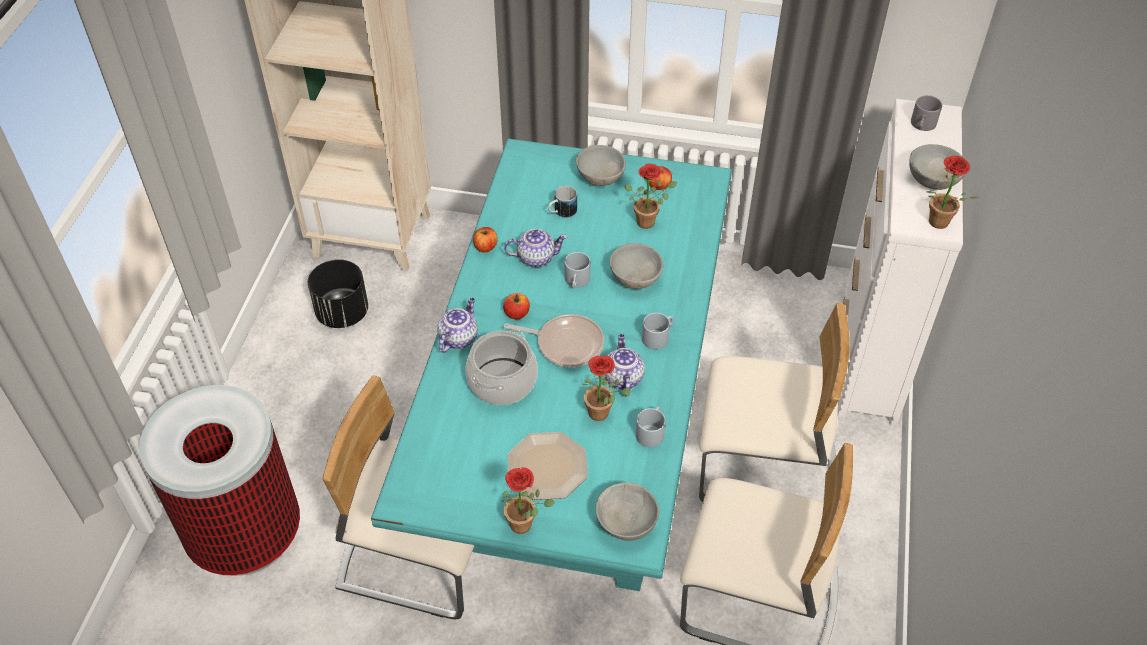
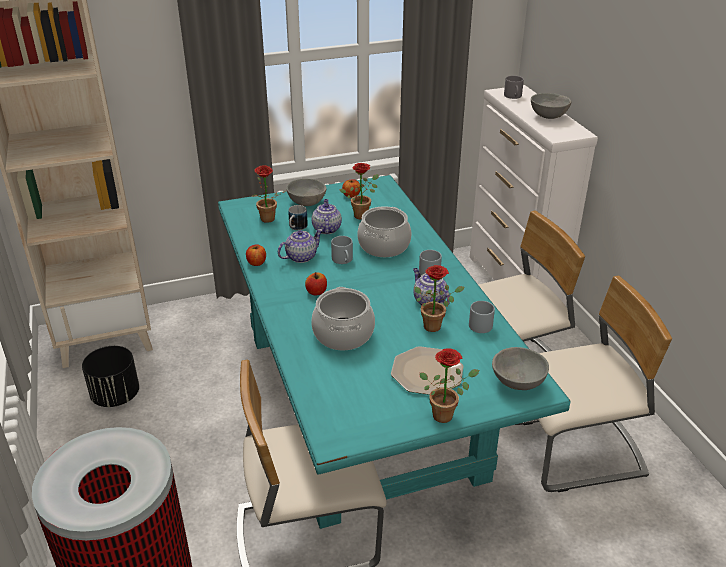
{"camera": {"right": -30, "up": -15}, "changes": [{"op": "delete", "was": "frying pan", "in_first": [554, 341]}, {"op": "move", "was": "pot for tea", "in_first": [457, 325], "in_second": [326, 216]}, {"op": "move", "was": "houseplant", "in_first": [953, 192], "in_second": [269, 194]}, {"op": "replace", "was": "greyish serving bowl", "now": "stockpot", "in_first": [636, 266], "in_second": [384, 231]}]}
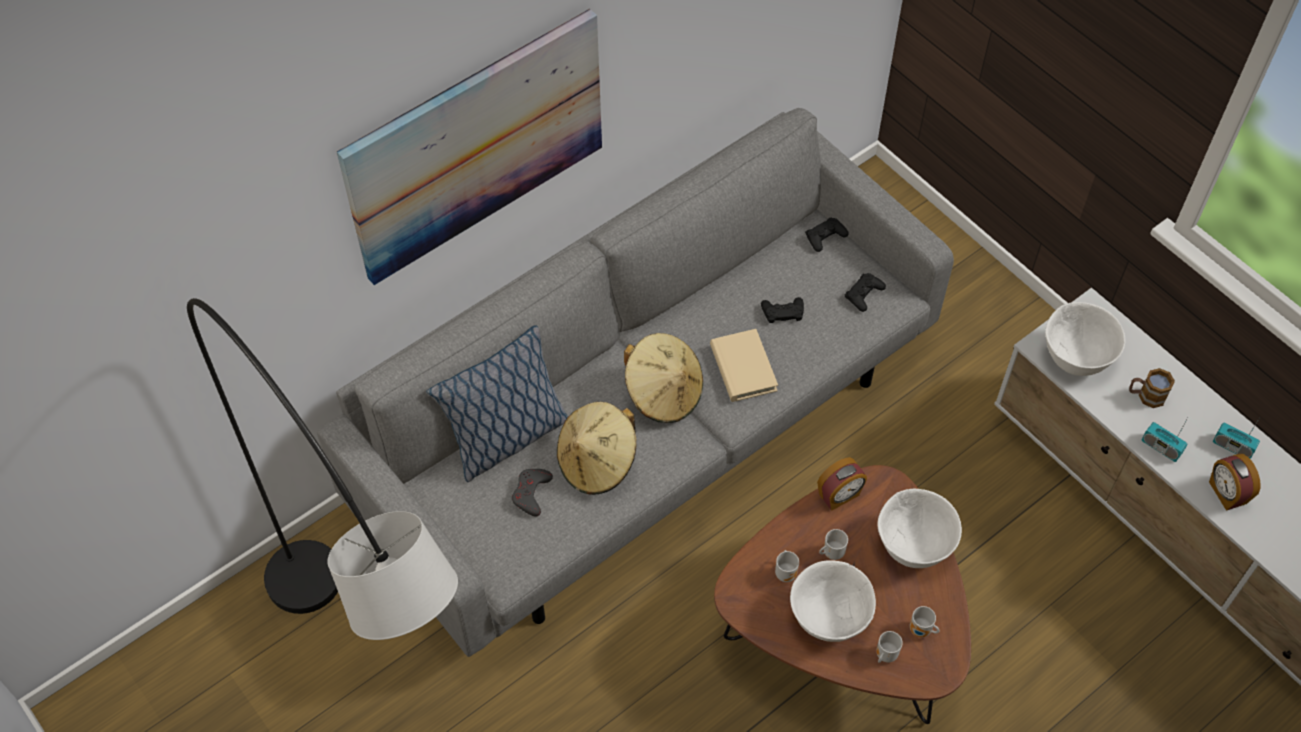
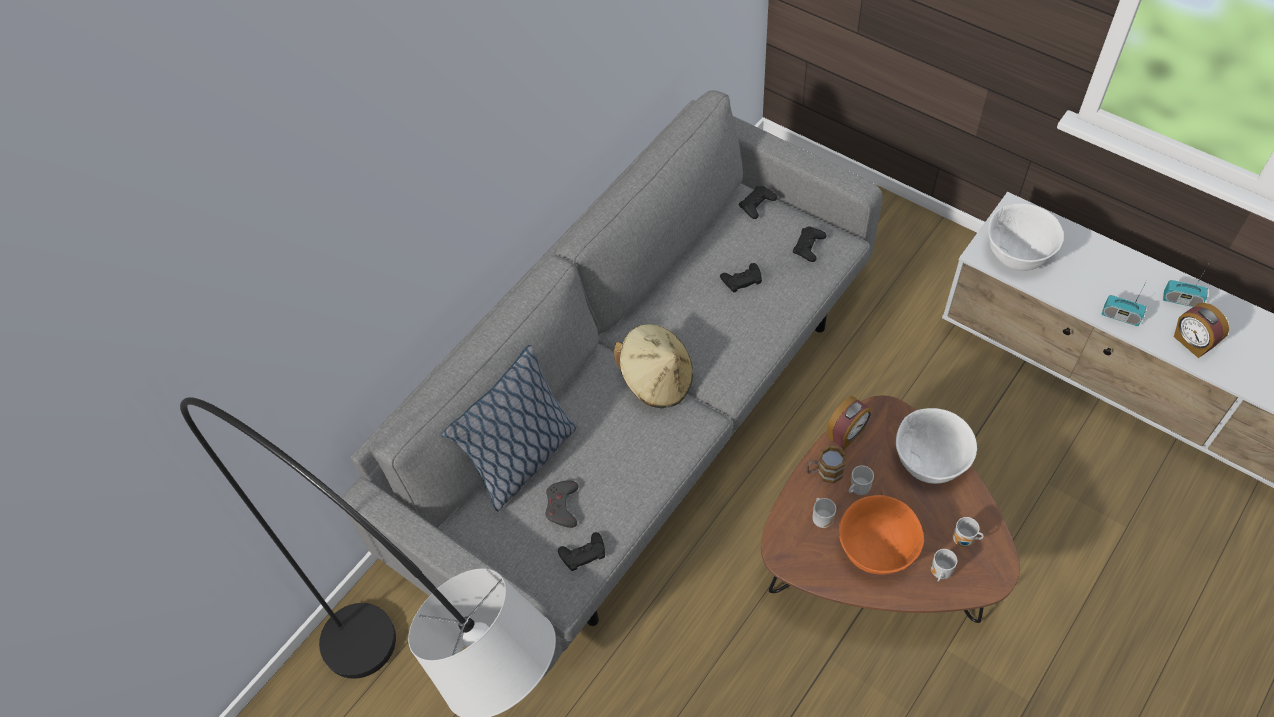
{"camera": {"right": -10, "up": 0}, "changes": [{"op": "delete", "was": "picture", "in_first": [469, 147]}, {"op": "delete", "was": "beige-coloured clothing hat", "in_first": [597, 448]}, {"op": "delete", "was": "beige-coloured bound book", "in_first": [744, 365]}, {"op": "insert", "now": "blackish game controller", "in_second": [581, 551]}, {"op": "move", "was": "coffee mug", "in_first": [1152, 388], "in_second": [826, 464]}, {"op": "recolor", "was": "whitish serving bowl", "now": "orangey serving bowl", "in_first": [833, 601], "in_second": [881, 535]}]}
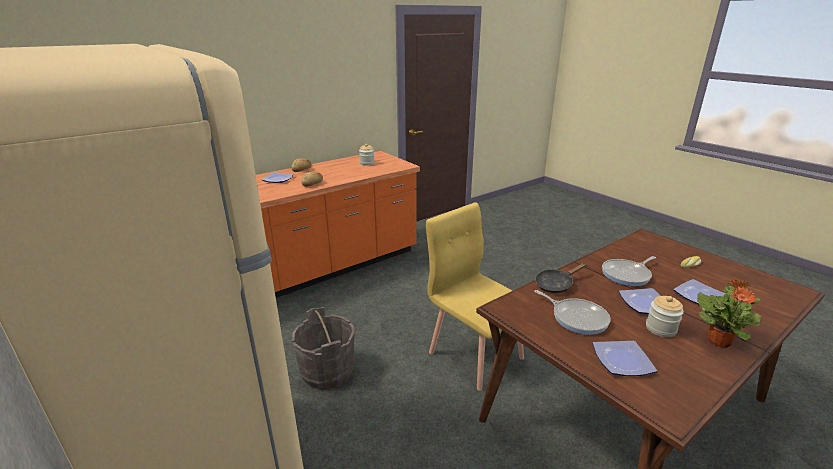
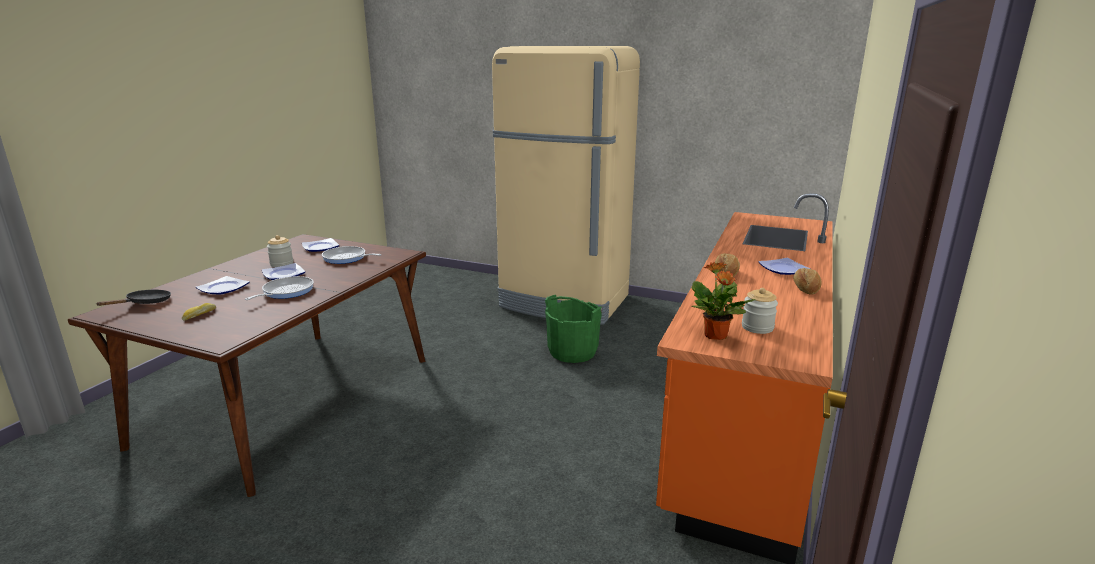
{"camera": {"right": 150, "up": -5}, "changes": [{"op": "delete", "was": "yellow-coloured plain chair", "in_first": [475, 296]}, {"op": "move", "was": "blackish frying pan", "in_first": [561, 277], "in_second": [134, 298]}, {"op": "move", "was": "houseplant", "in_first": [729, 313], "in_second": [724, 301]}, {"op": "recolor", "was": "greyish pail", "now": "green pail", "in_first": [323, 348], "in_second": [573, 329]}]}
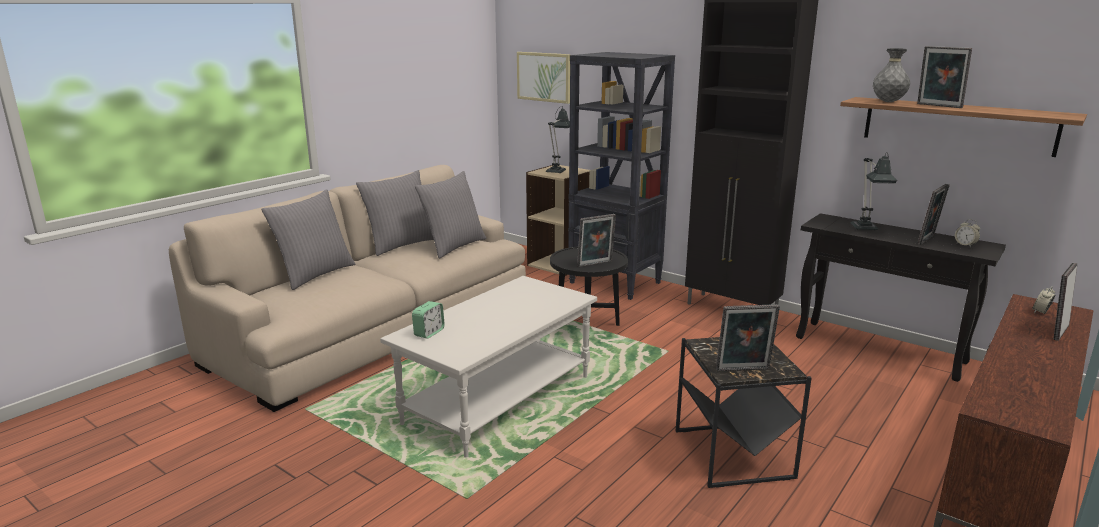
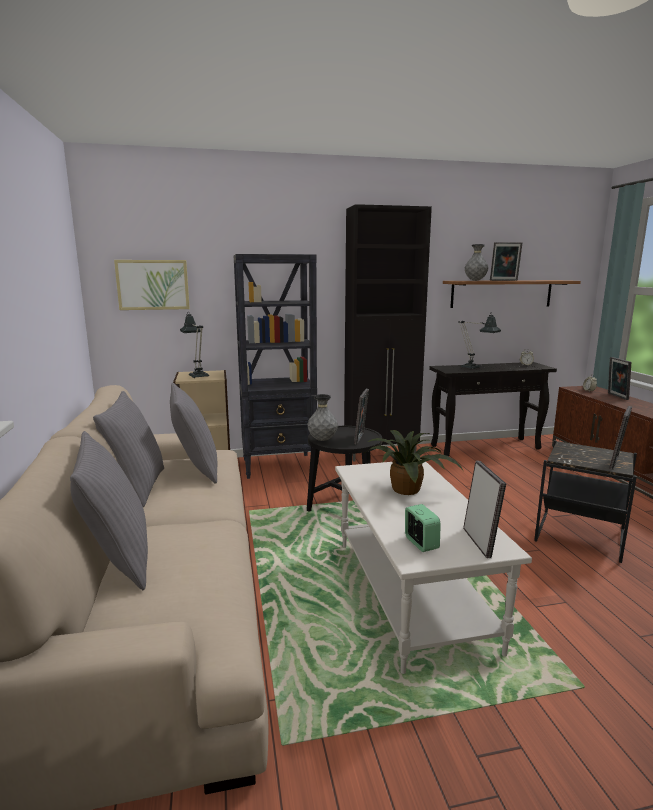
{"camera": {"right": -50, "up": -5}, "changes": [{"op": "insert", "now": "greyish flower vase", "in_second": [323, 417]}, {"op": "insert", "now": "houseplant", "in_second": [414, 462]}, {"op": "move", "was": "picture frame", "in_first": [933, 214], "in_second": [484, 509]}]}
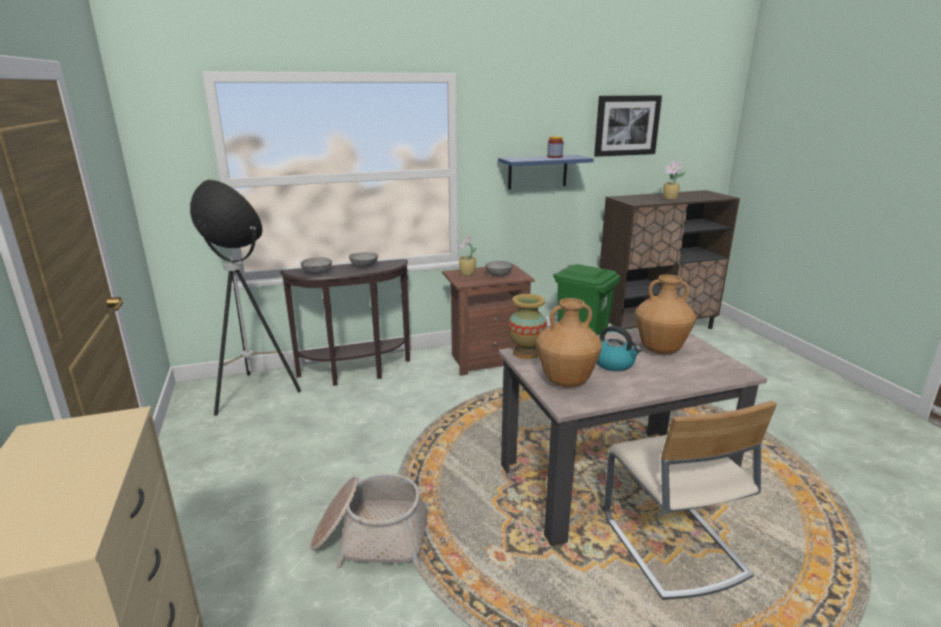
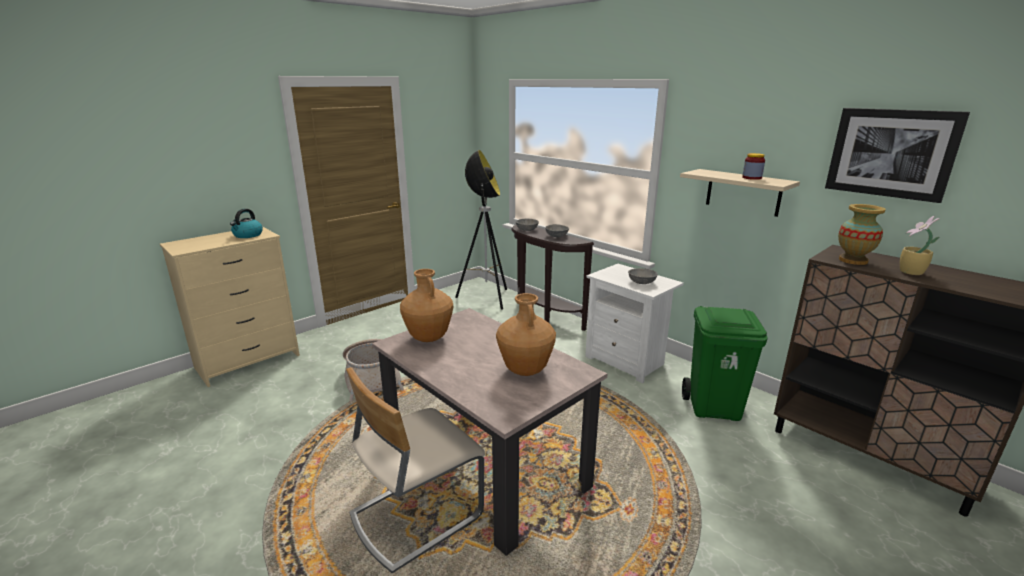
{"camera": {"right": 65, "up": 0}, "changes": [{"op": "delete", "was": "houseplant", "in_first": [467, 255]}, {"op": "move", "was": "flower vase", "in_first": [527, 326], "in_second": [862, 234]}, {"op": "move", "was": "water kettle", "in_first": [619, 348], "in_second": [246, 223]}, {"op": "recolor", "was": "brown nightstand", "now": "whitish nightstand", "in_first": [488, 320], "in_second": [634, 323]}, {"op": "recolor", "was": "bluish wall shelf", "now": "beige-coloured wall shelf", "in_first": [546, 172], "in_second": [740, 193]}]}
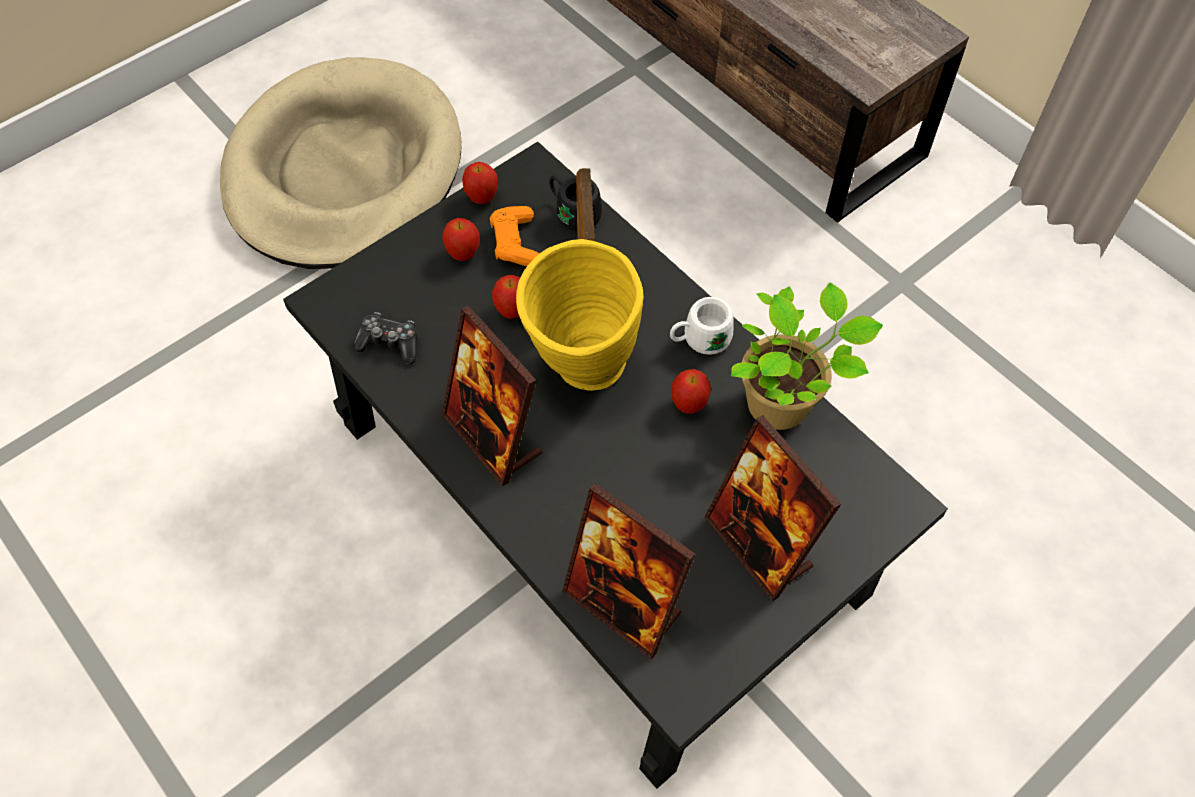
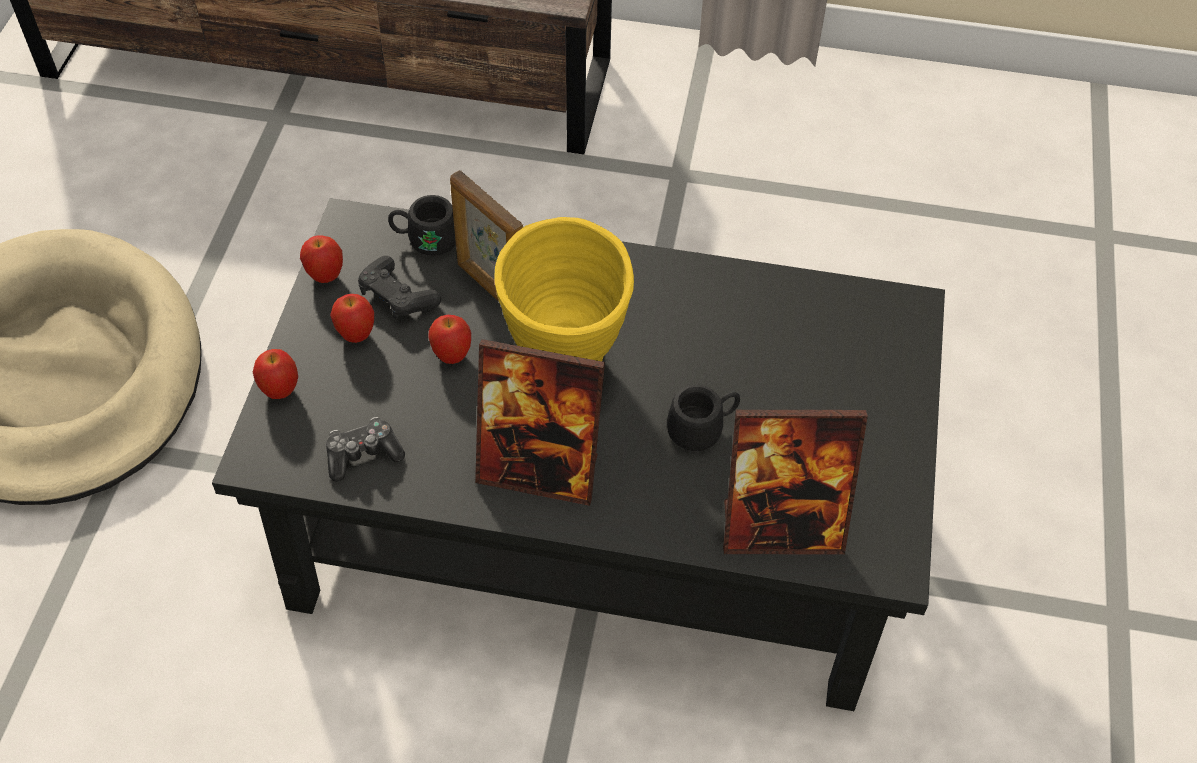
{"camera": {"right": -40, "up": -5}, "changes": [{"op": "delete", "was": "whitish coffee mug", "in_first": [702, 326]}, {"op": "delete", "was": "picture frame", "in_first": [773, 508]}, {"op": "delete", "was": "houseplant", "in_first": [807, 356]}, {"op": "insert", "now": "blackish coffee mug", "in_second": [703, 418]}, {"op": "move", "was": "apple fruit", "in_first": [691, 391], "in_second": [275, 374]}, {"op": "recolor", "was": "orangey game controller", "now": "blackish game controller", "in_first": [514, 236], "in_second": [399, 287]}]}
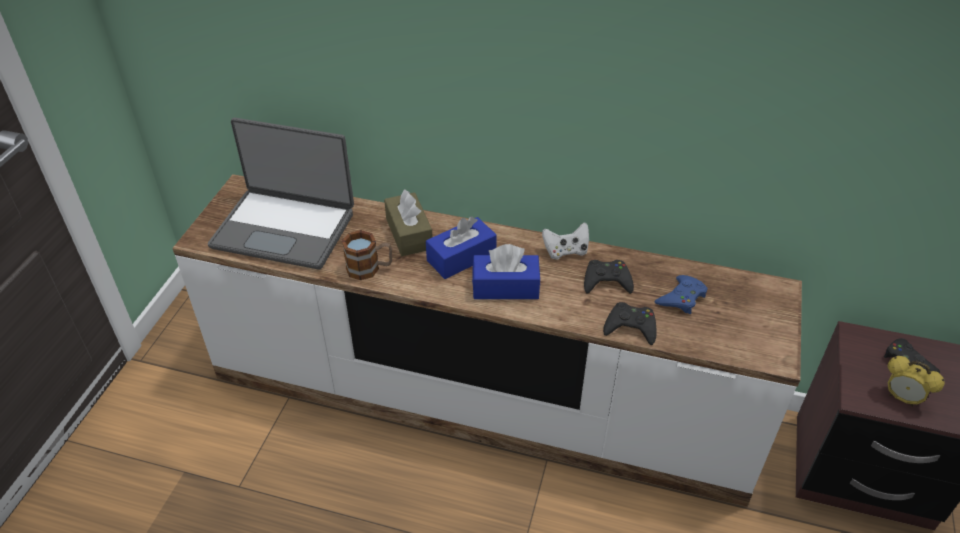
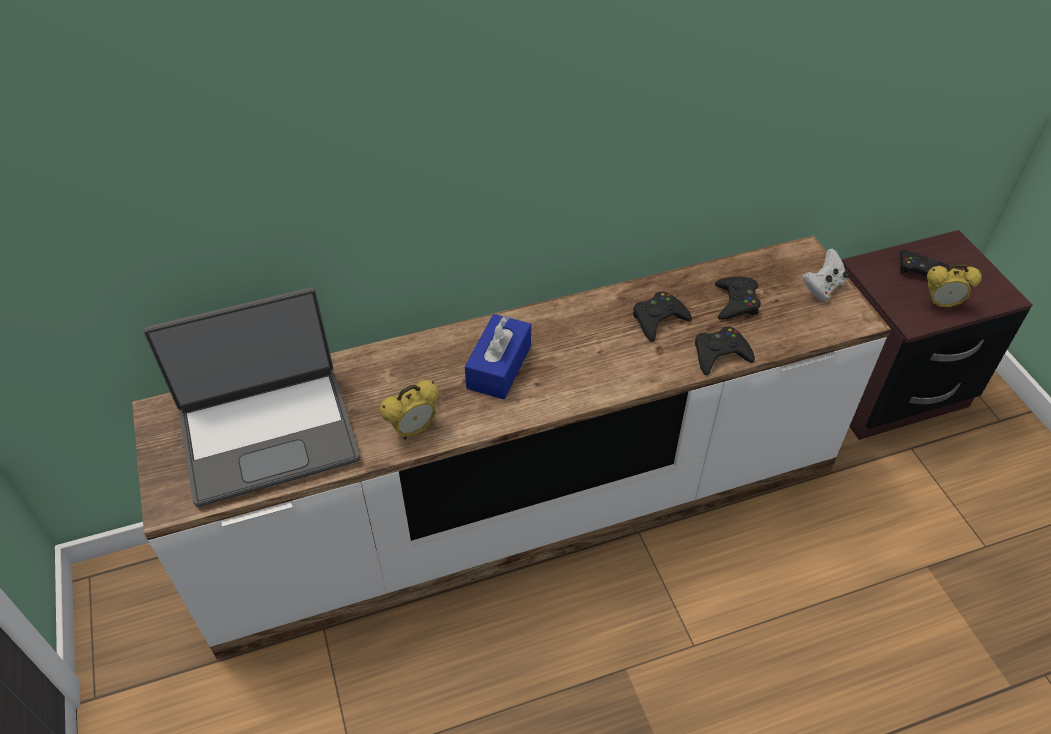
{"camera": {"right": -35, "up": 5}, "changes": [{"op": "delete", "was": "brown box of tissues", "in_first": [408, 223]}, {"op": "delete", "was": "bluish box of tissues", "in_first": [506, 271]}, {"op": "move", "was": "whitish game controller", "in_first": [565, 241], "in_second": [825, 275]}, {"op": "replace", "was": "coffee mug", "now": "alarm clock", "in_first": [367, 255], "in_second": [409, 410]}, {"op": "recolor", "was": "bluish game controller", "now": "blackish game controller", "in_first": [681, 294], "in_second": [738, 298]}]}
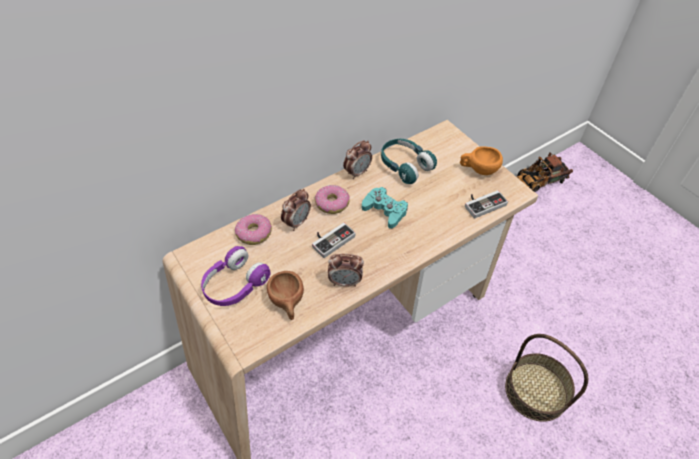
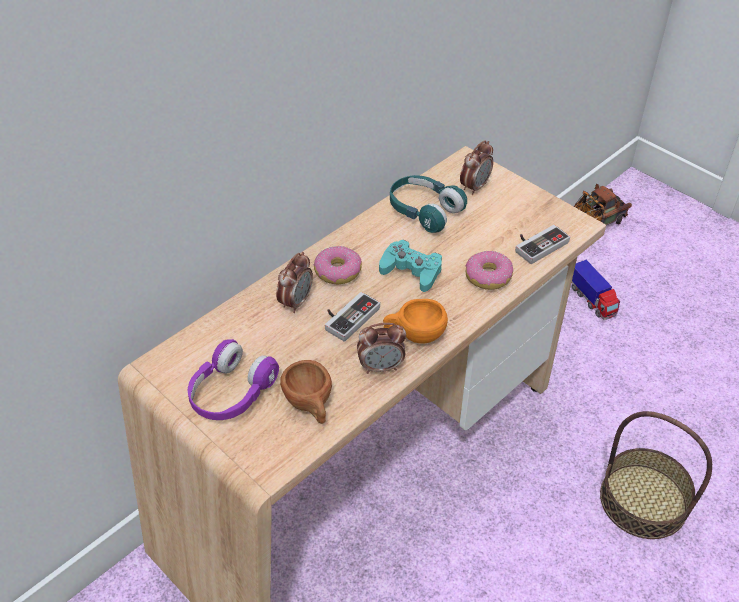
{"camera": {"right": -10, "up": -5}, "changes": [{"op": "insert", "now": "model truck", "in_second": [595, 290]}, {"op": "move", "was": "donut", "in_first": [253, 229], "in_second": [489, 270]}, {"op": "move", "was": "alarm clock", "in_first": [357, 159], "in_second": [476, 167]}, {"op": "move", "was": "orangey cup", "in_first": [481, 160], "in_second": [415, 321]}]}
